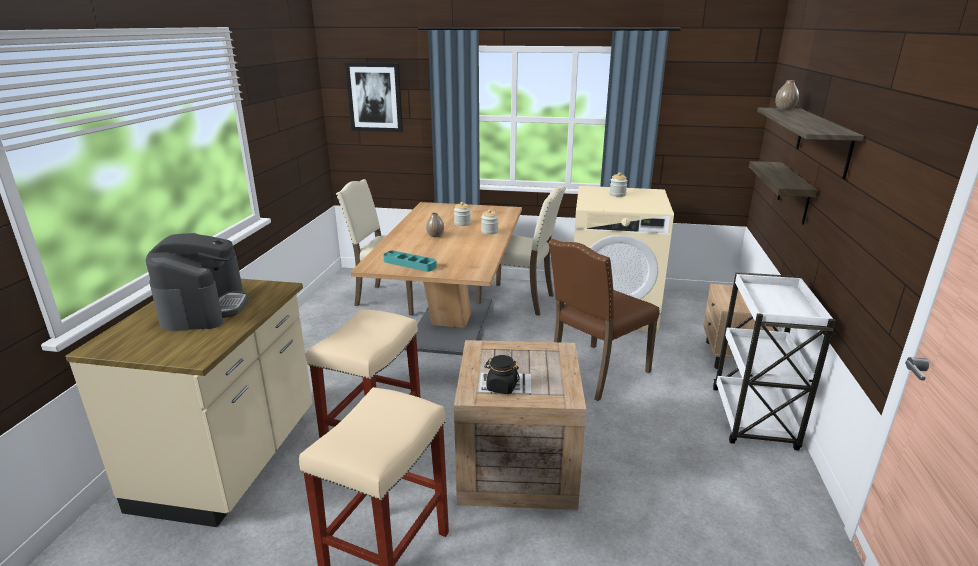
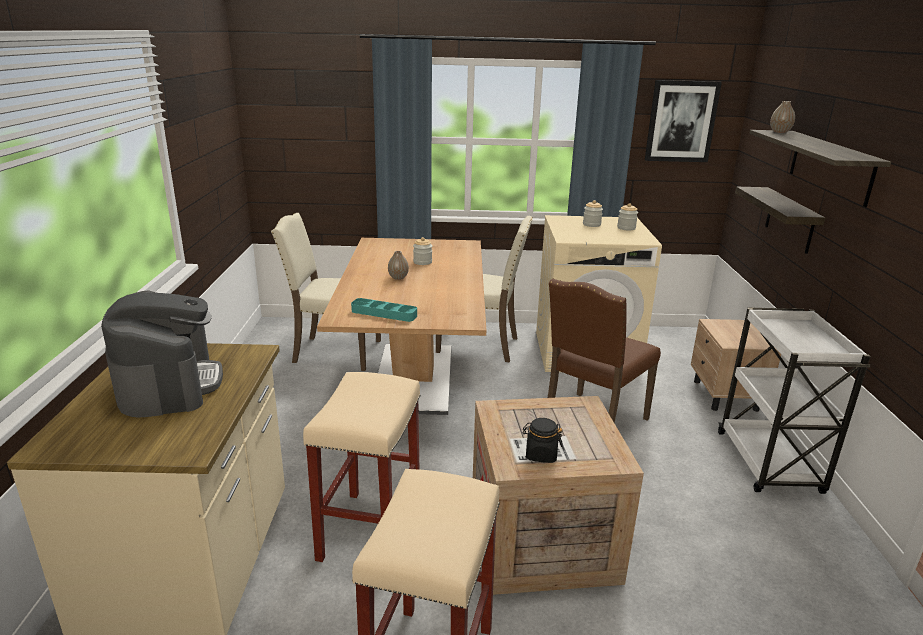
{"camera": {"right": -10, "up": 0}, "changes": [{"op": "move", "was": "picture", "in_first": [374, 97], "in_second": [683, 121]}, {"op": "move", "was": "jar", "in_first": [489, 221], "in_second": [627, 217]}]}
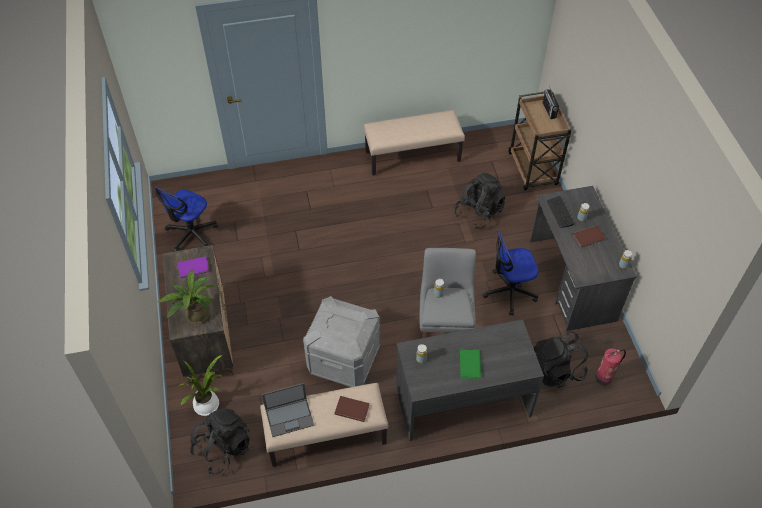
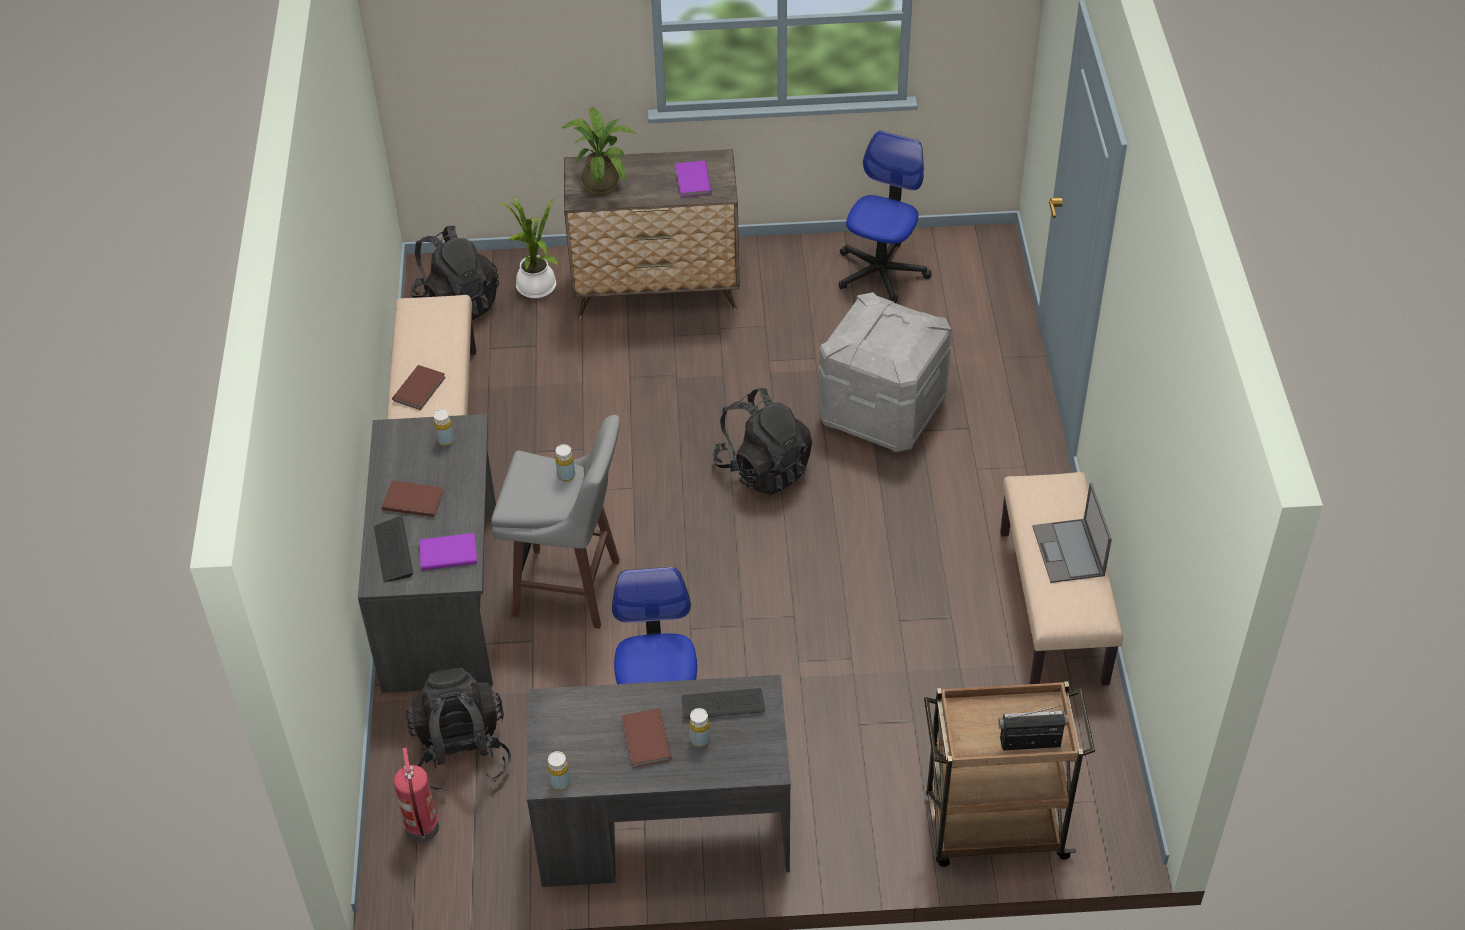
{"camera": {"right": 100, "up": -5}, "changes": [{"op": "insert", "now": "PC keyboard", "in_second": [393, 549]}, {"op": "insert", "now": "purple-coloured bound book", "in_second": [448, 551]}, {"op": "move", "was": "notebook computer", "in_first": [288, 410], "in_second": [1072, 533]}, {"op": "move", "was": "greyish storage box", "in_first": [341, 341], "in_second": [885, 372]}, {"op": "move", "was": "blackish backpack", "in_first": [479, 201], "in_second": [762, 441]}, {"op": "recolor", "was": "green bound book", "now": "brown bound book", "in_first": [470, 364], "in_second": [413, 499]}, {"op": "rotate", "was": "desk chair", "in_first": [185, 218], "in_second": [885, 217], "clockwise": 75}]}
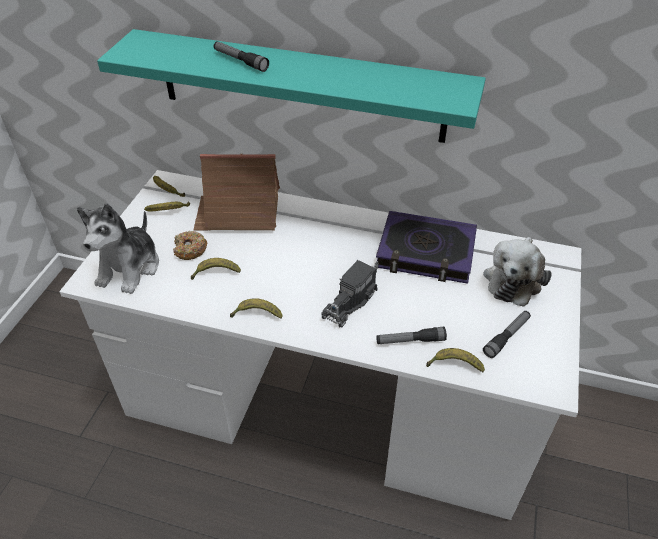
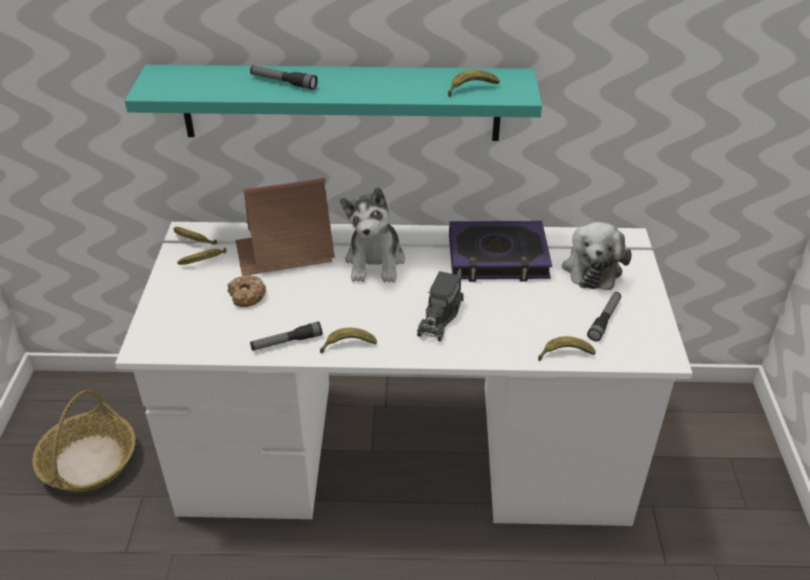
{"camera": {"right": -15, "up": -5}, "changes": [{"op": "insert", "now": "basket", "in_second": [84, 441]}, {"op": "move", "was": "soft toy", "in_first": [118, 248], "in_second": [372, 235]}, {"op": "move", "was": "whole banana", "in_first": [216, 269], "in_second": [474, 83]}, {"op": "move", "was": "torch", "in_first": [411, 335], "in_second": [286, 336]}]}
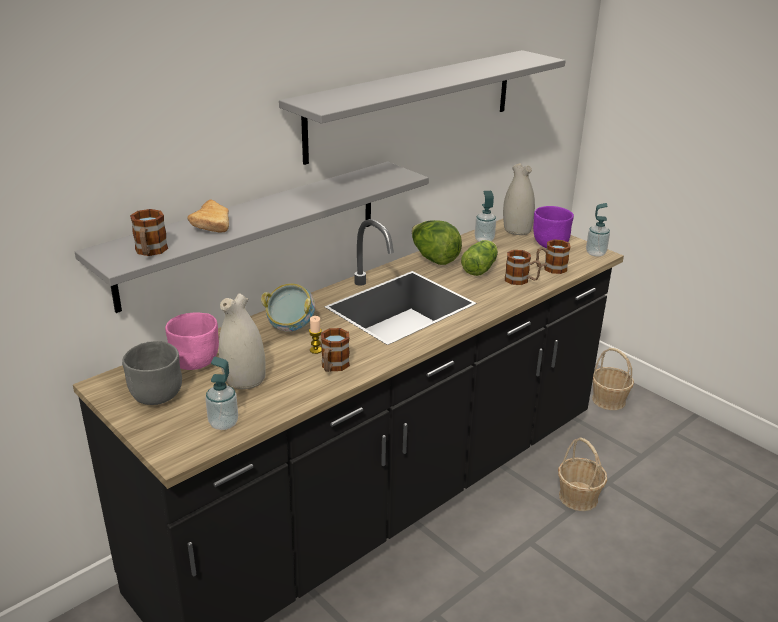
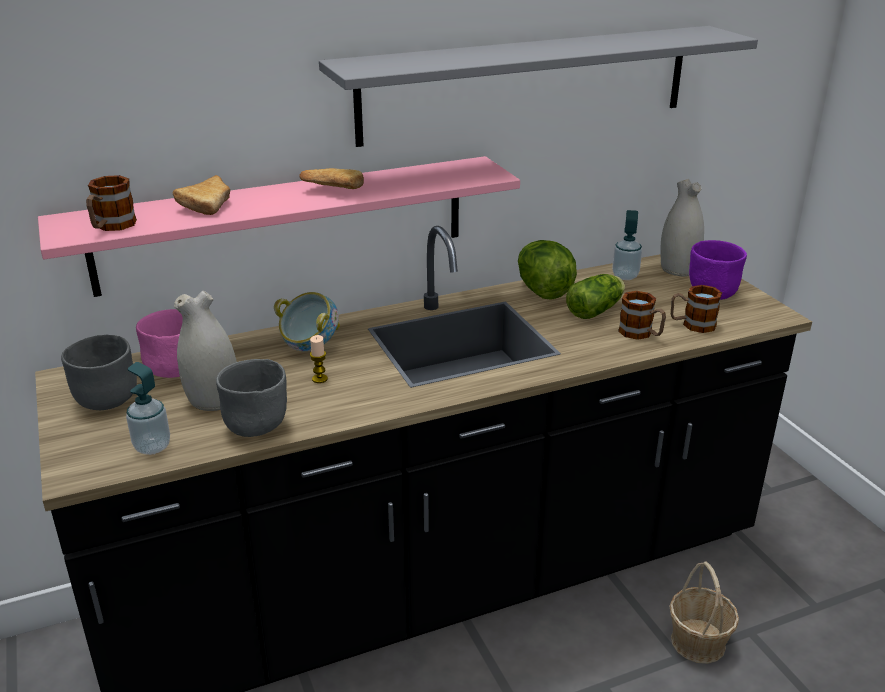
{"camera": {"right": 20, "up": 0}, "changes": [{"op": "delete", "was": "coffee mug", "in_first": [335, 350]}, {"op": "delete", "was": "liquid soap bottle", "in_first": [598, 230]}, {"op": "delete", "was": "basket", "in_first": [613, 379]}, {"op": "insert", "now": "greyish serving bowl", "in_second": [251, 398]}, {"op": "insert", "now": "baked bread", "in_second": [331, 178]}, {"op": "recolor", "was": "greyish wall shelf", "now": "pink wall shelf", "in_first": [252, 237], "in_second": [279, 226]}]}
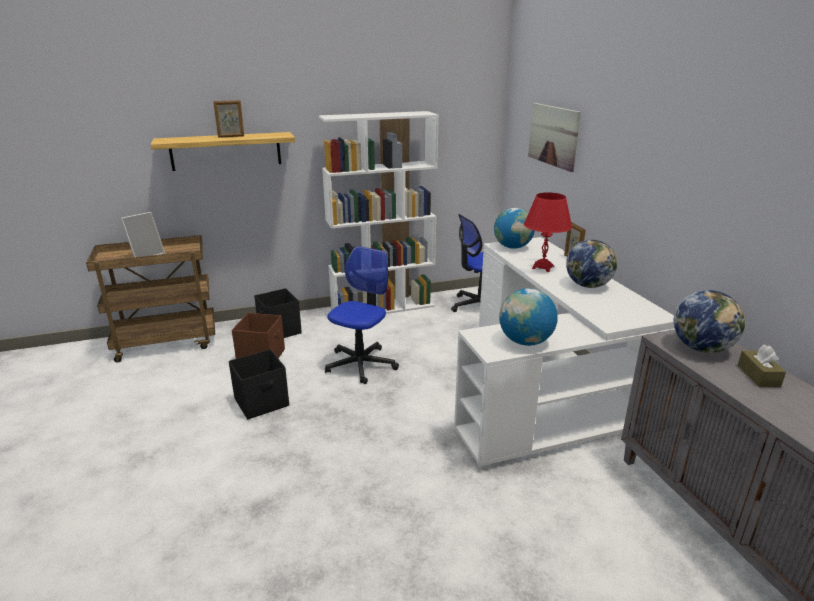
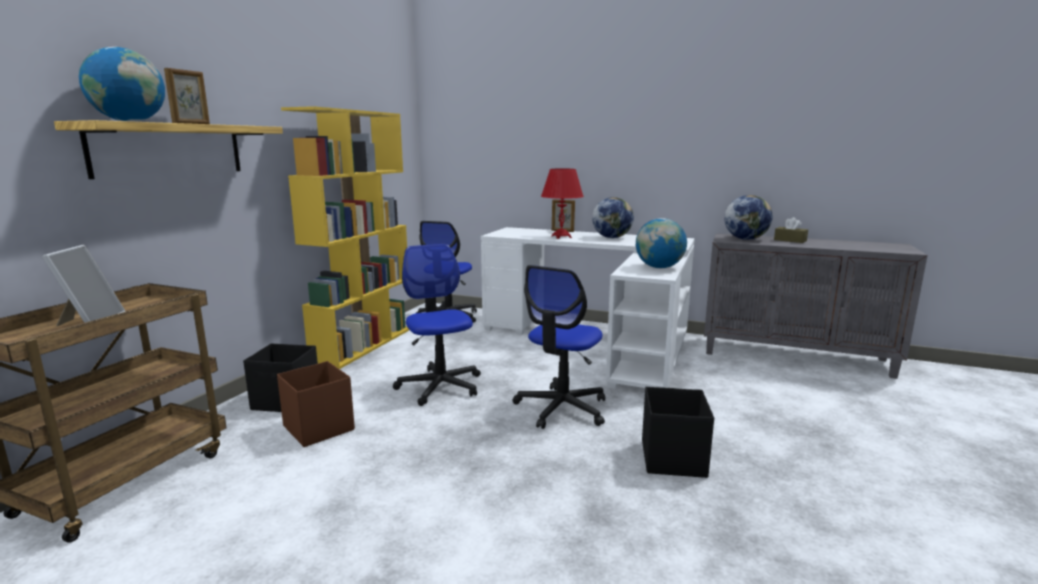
{"camera": {"right": -50, "up": -10}, "changes": [{"op": "delete", "was": "picture", "in_first": [554, 137]}, {"op": "insert", "now": "desk chair", "in_second": [559, 347]}, {"op": "move", "was": "blackish storage box", "in_first": [259, 384], "in_second": [678, 432]}, {"op": "move", "was": "desk globe", "in_first": [514, 228], "in_second": [122, 84]}, {"op": "recolor", "was": "whitish bookcase", "now": "yellow-coloured bookcase", "in_first": [379, 212], "in_second": [345, 237]}]}
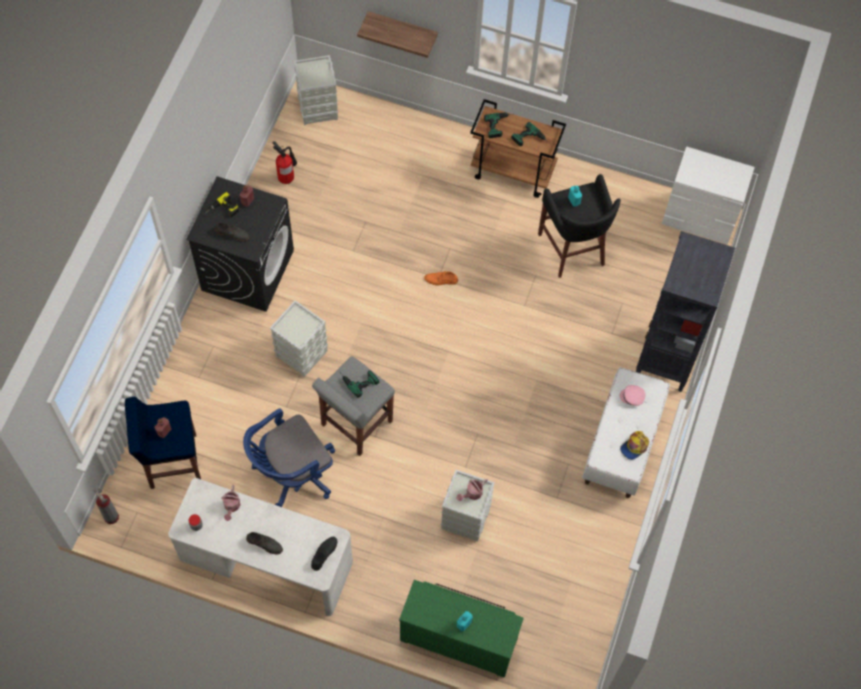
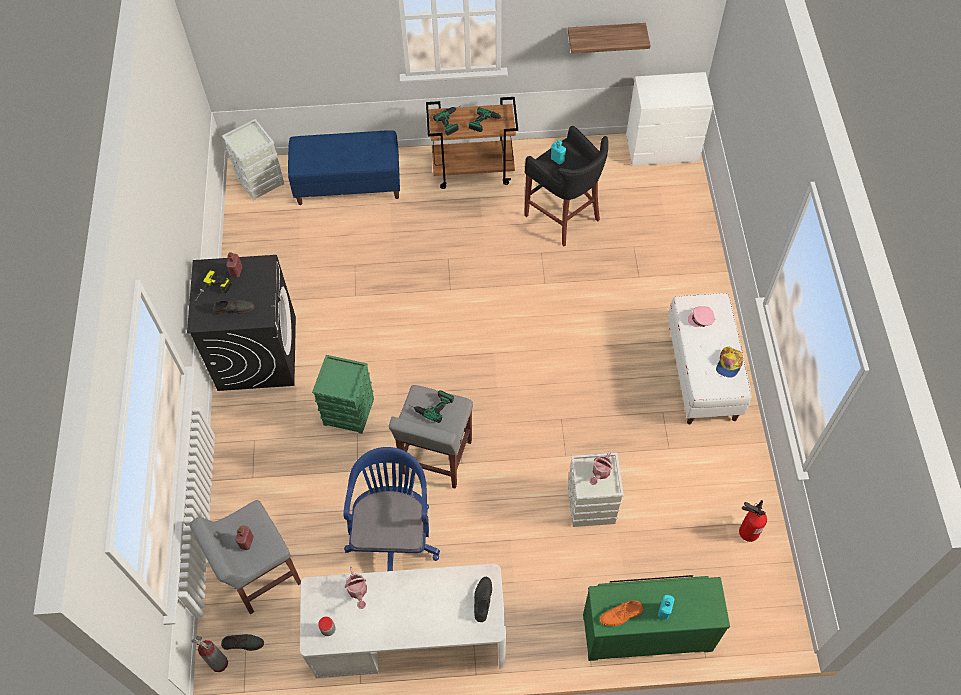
{"camera": {"right": -20, "up": -5}, "changes": [{"op": "delete", "was": "blackish bookcase", "in_first": [685, 311]}, {"op": "insert", "now": "bluish long seat", "in_second": [344, 167]}, {"op": "move", "was": "greyish shoe", "in_first": [264, 543], "in_second": [242, 642]}, {"op": "move", "was": "extinguisher", "in_first": [285, 162], "in_second": [753, 521]}, {"op": "move", "was": "wall shelf", "in_first": [397, 34], "in_second": [609, 38]}, {"op": "move", "was": "orangey shoe", "in_first": [441, 278], "in_second": [621, 613]}, {"op": "recolor", "was": "bluish stool", "now": "greyish stool", "in_first": [163, 443], "in_second": [245, 557]}, {"op": "recolor", "was": "greyish storage box", "now": "green storage box", "in_first": [299, 338], "in_second": [343, 394]}, {"op": "rotate", "was": "bluish desk chair", "in_first": [289, 457], "in_second": [391, 509], "clockwise": 150}]}
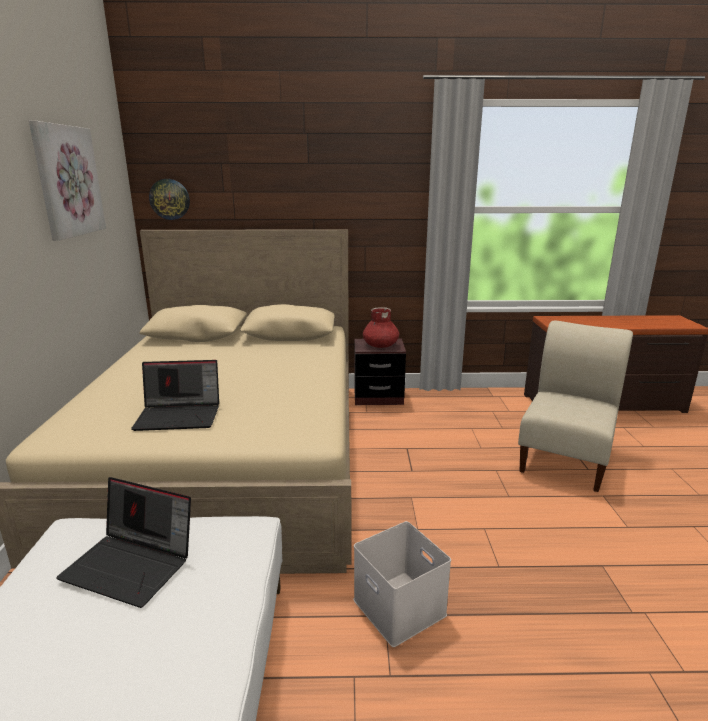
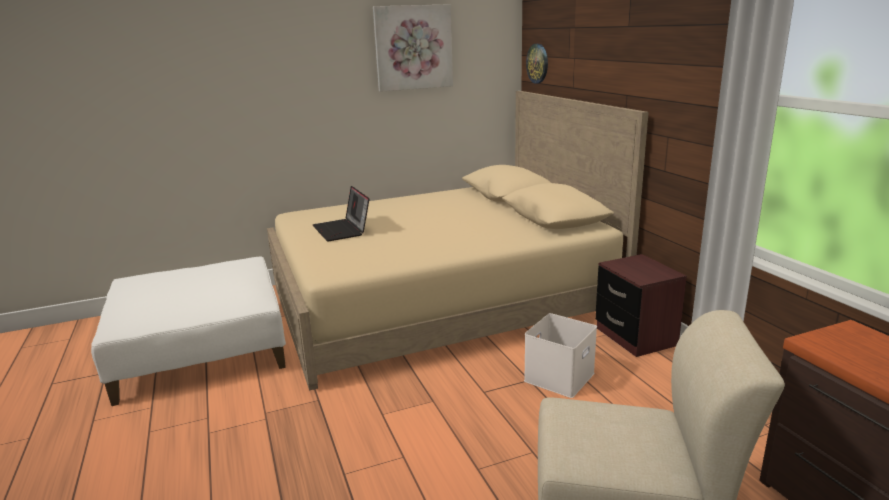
{"camera": {"right": 70, "up": 0}, "changes": [{"op": "delete", "was": "notebook computer", "in_first": [123, 542]}, {"op": "delete", "was": "red flower vase", "in_first": [381, 327]}, {"op": "move", "was": "whitish storage box", "in_first": [402, 584], "in_second": [560, 355]}]}
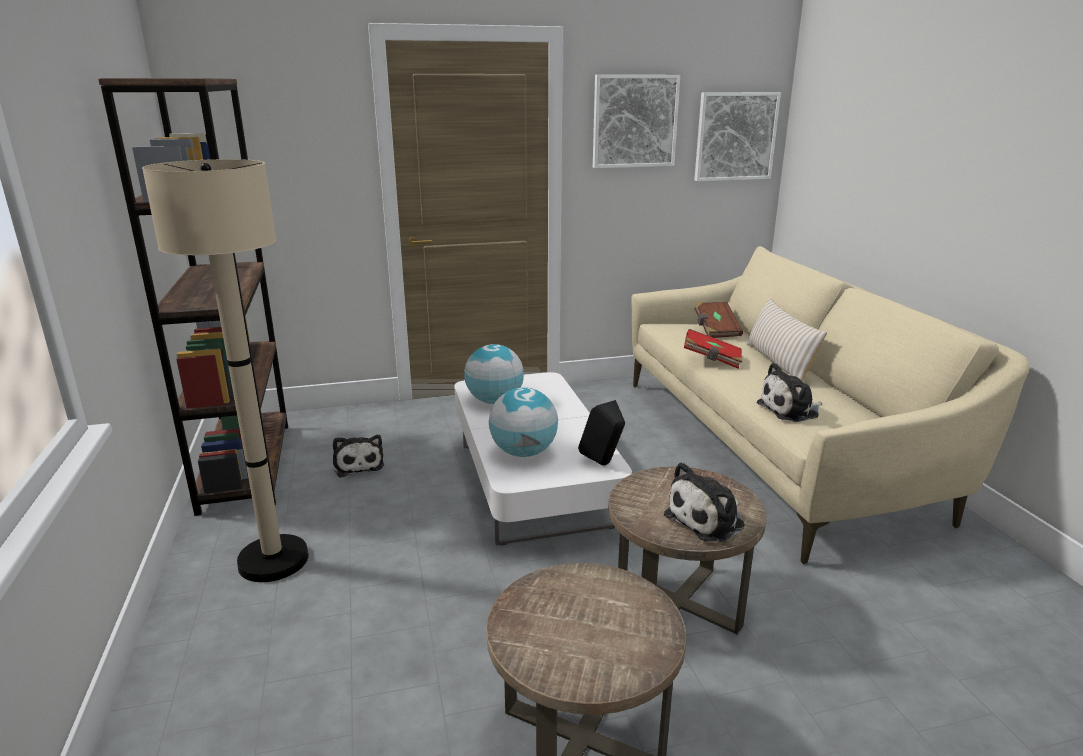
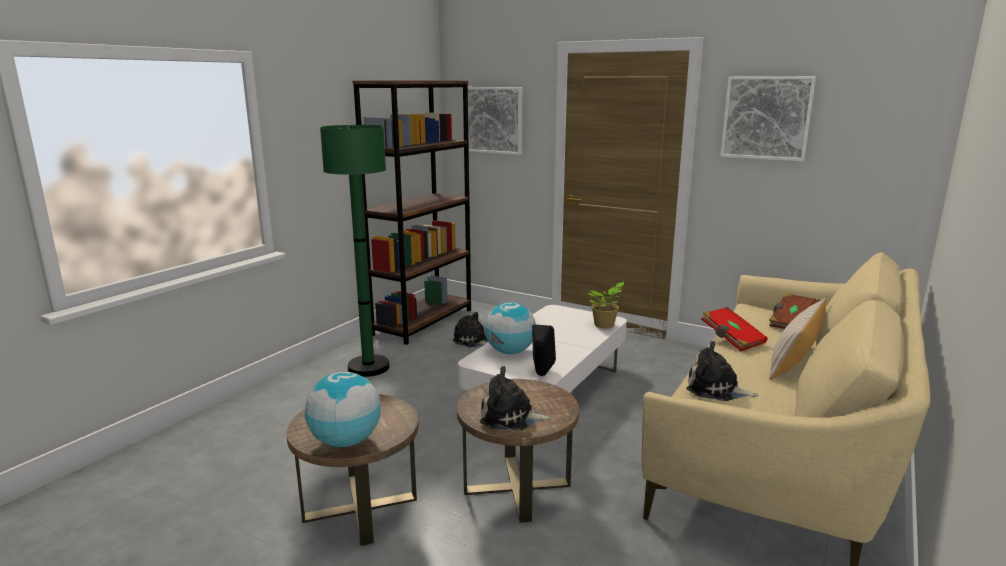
{"camera": {"right": 45, "up": -5}, "changes": [{"op": "insert", "now": "houseplant", "in_second": [606, 305]}, {"op": "move", "was": "desk globe", "in_first": [494, 374], "in_second": [343, 409]}, {"op": "move", "was": "picture", "in_first": [737, 136], "in_second": [495, 121]}, {"op": "recolor", "was": "beige-coloured standing lamp", "now": "green standing lamp", "in_first": [225, 370], "in_second": [355, 251]}, {"op": "rotate", "was": "soft toy", "in_first": [358, 456], "in_second": [470, 330], "clockwise": 105}]}
